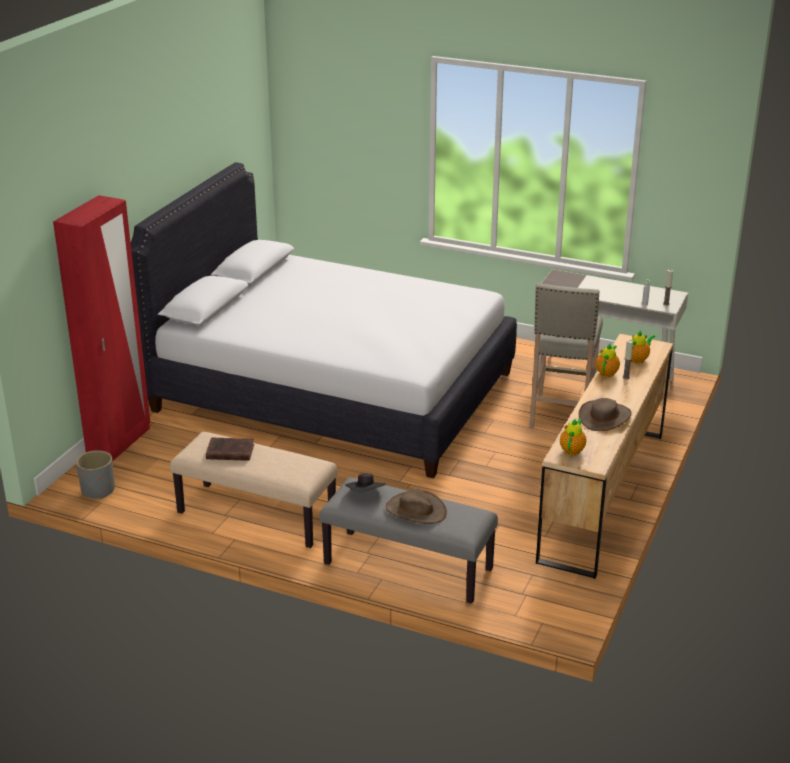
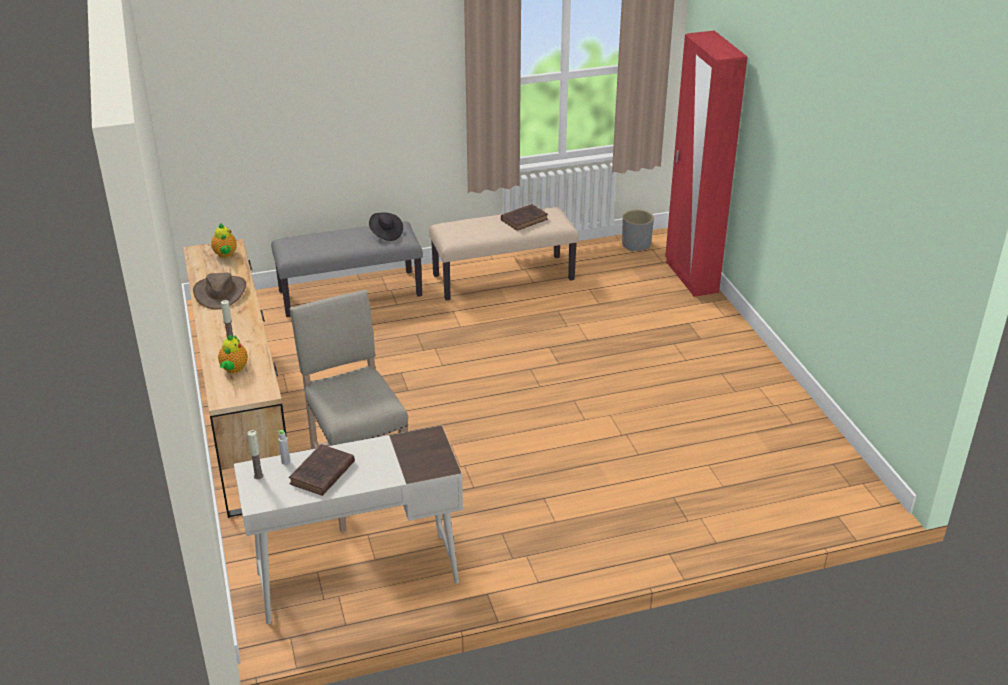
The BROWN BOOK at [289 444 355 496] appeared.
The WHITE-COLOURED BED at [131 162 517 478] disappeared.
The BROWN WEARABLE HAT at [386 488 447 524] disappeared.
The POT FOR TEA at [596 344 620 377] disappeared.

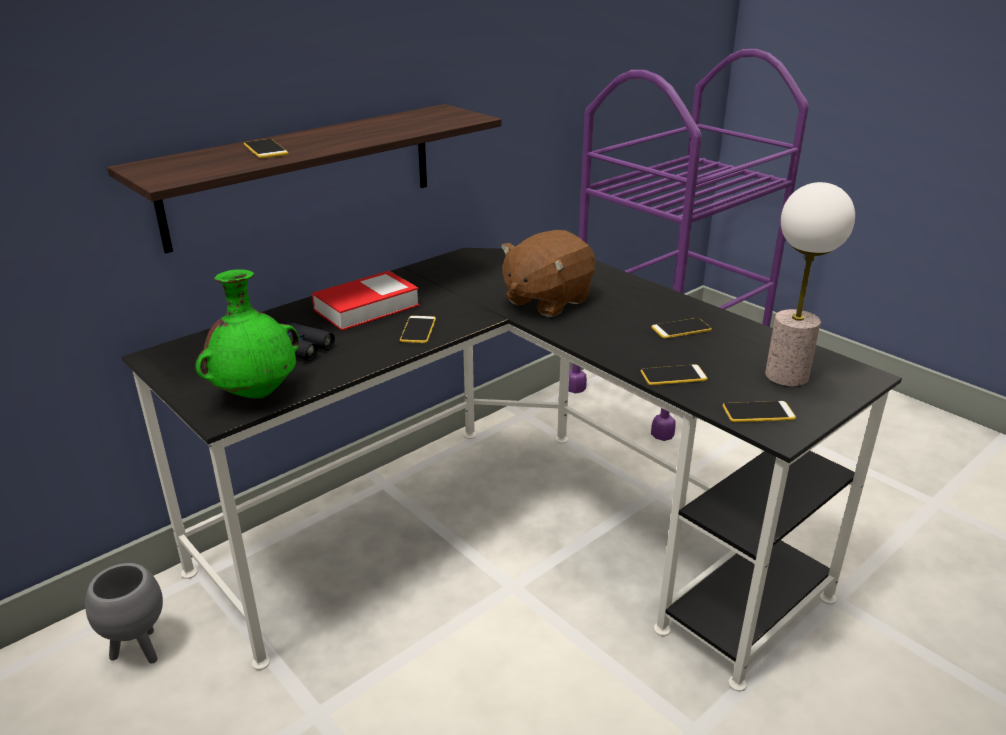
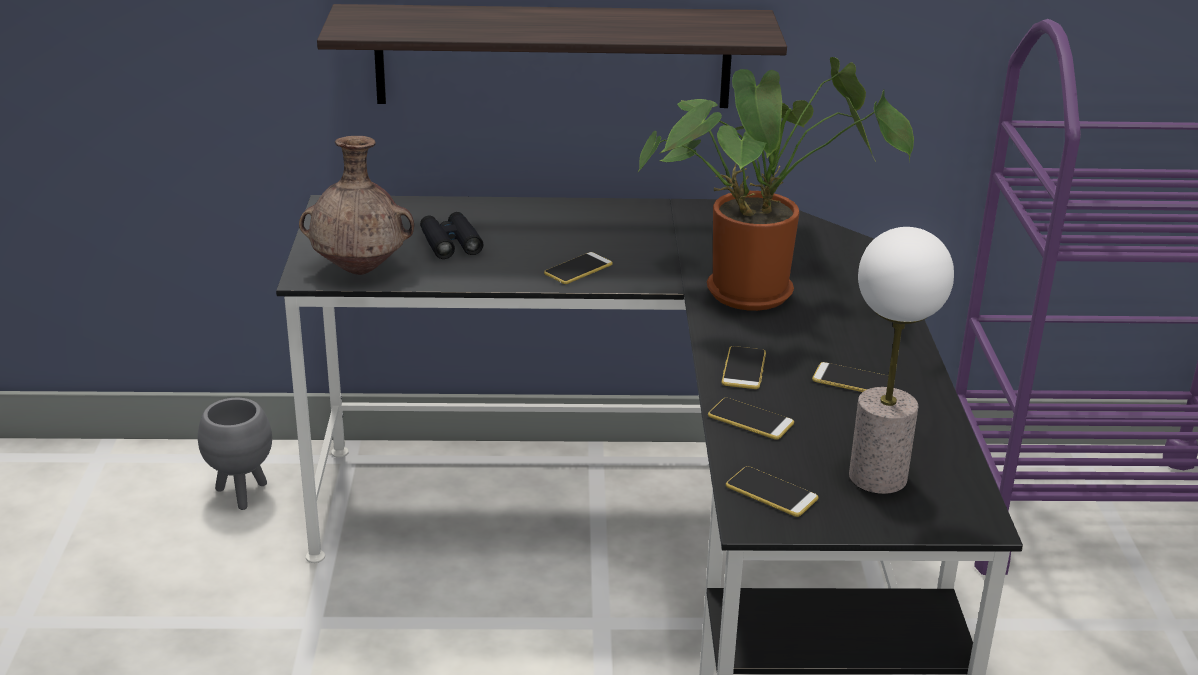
The GREENISH DECORATIVE VASE at [195 269 300 399] became the BROWN DECORATIVE VASE at [299 136 414 275].
The BROWN SOFT TOY at [501 230 596 317] was replaced by the POTTED PLANT at [638 57 914 311].
The TELEPHONE moved from [244 139 288 158] to [721 346 766 389].
The BOOK at [312 271 419 331] disappeared.

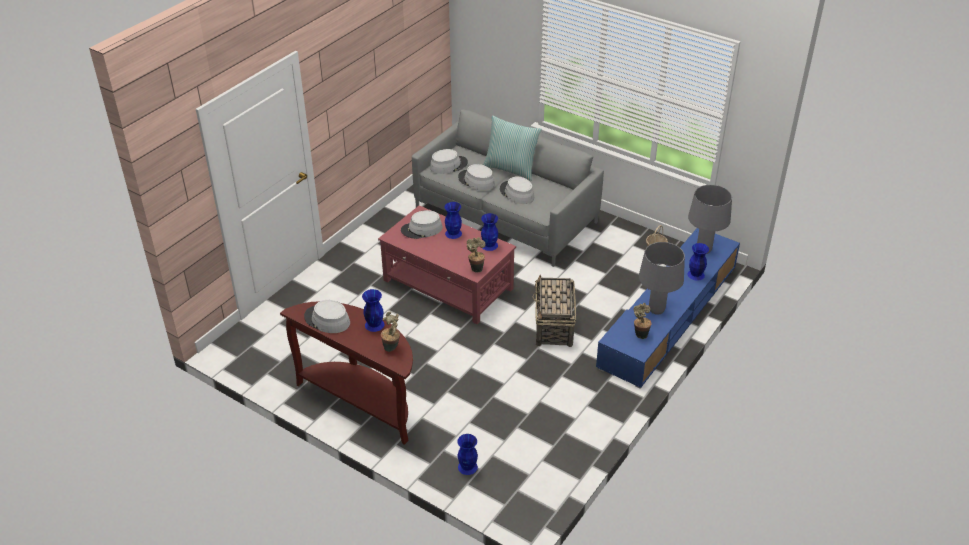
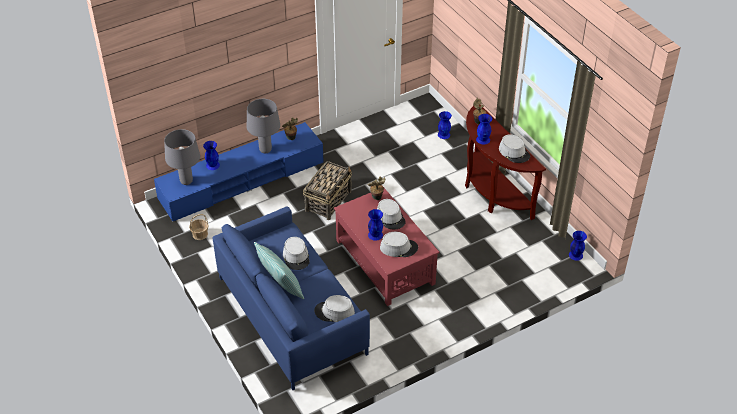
The GREY SETTEE at [412 109 604 267] became the BLUE-COLOURED SETTEE at [212 206 370 390].
The GREY WEARABLE HAT moved from [458 164 495 190] to [377 199 406 229].
The BLUE-COLOURED DECORATIVE VASE moved from [481 213 498 251] to [569 231 587 261].

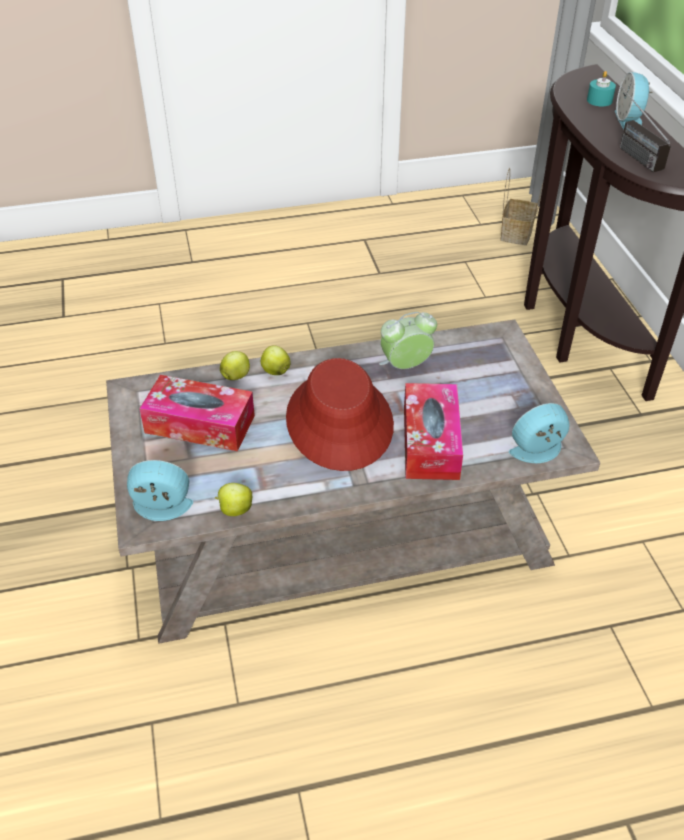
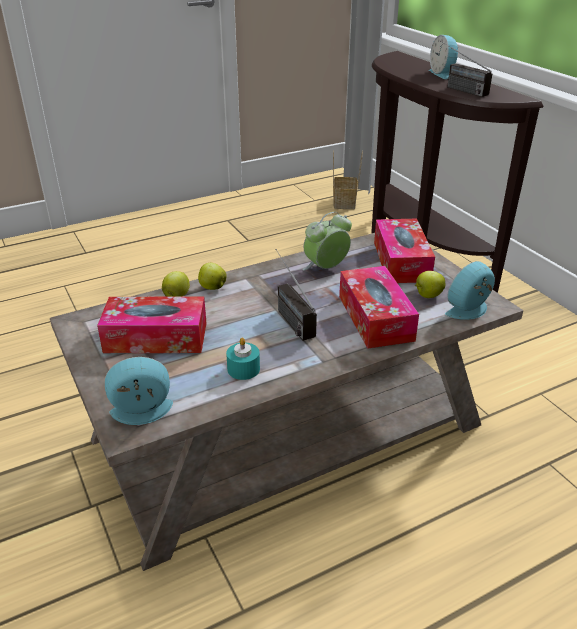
The TURQUOISE WAX LIGHT moved from [587 71 616 106] to [226 338 260 380].
The RED WEARABLE HAT at [286 358 394 471] was replaced by the RADIO at [275 249 317 341].
The TISSUE HOLDER at [374 219 435 283] appeared.
The APPLE FRUIT moved from [215 483 252 516] to [415 271 445 298].

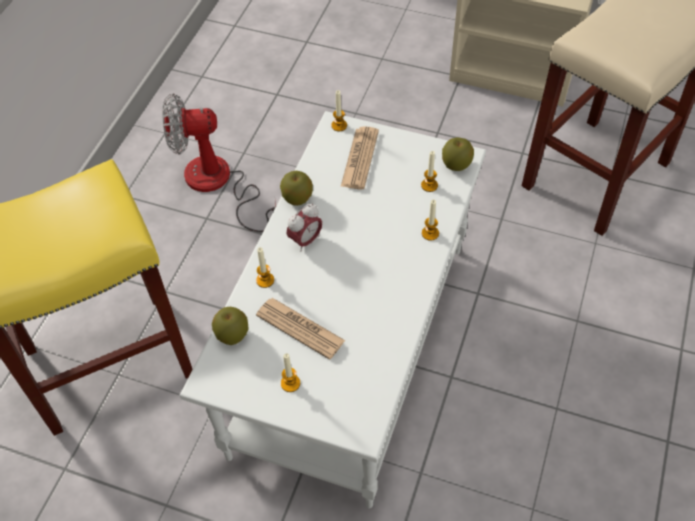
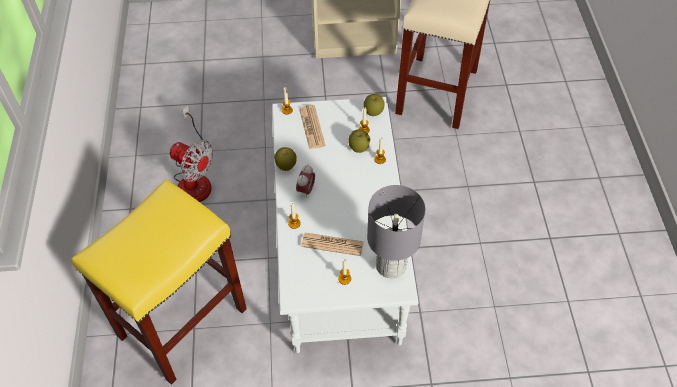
The FAN at [162 93 276 232] turned 120 degrees counterclockwise.
The APPLE FRUIT moved from [212 307 249 345] to [348 129 370 153].
The GREY TABLETOP LAMP at [367 185 426 278] appeared.

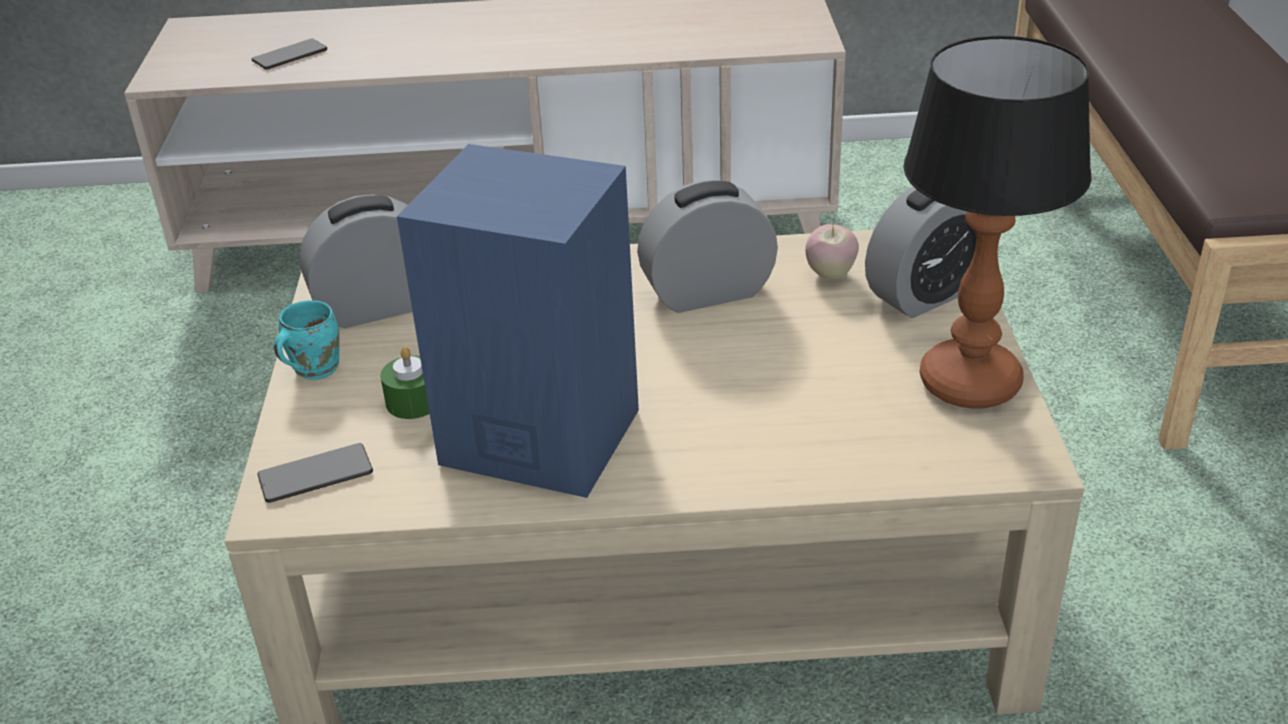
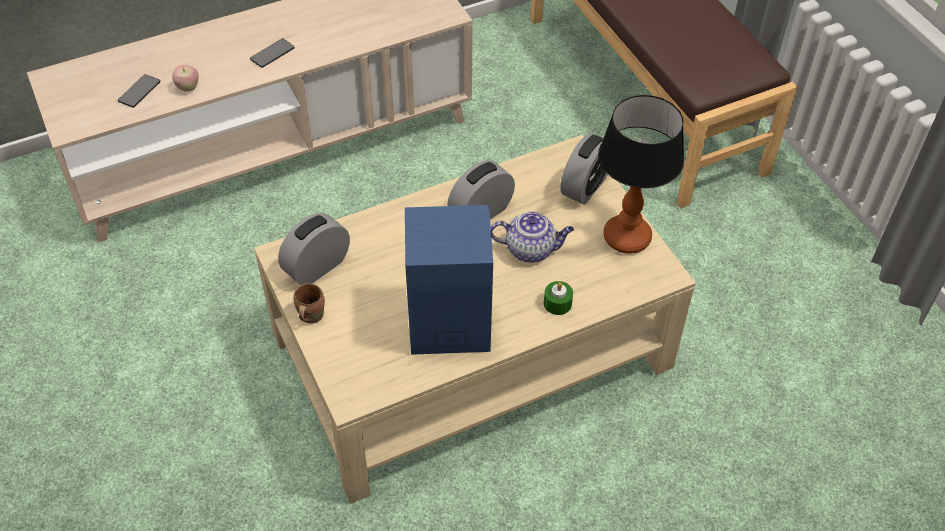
The APPLE FRUIT moved from [805 224 859 280] to [172 65 199 92].
The TELEPHONE moved from [258 443 373 503] to [250 38 295 68].
The TURQUOISE MUG at [274 300 339 380] became the BROWN MUG at [293 283 325 324].
The POT FOR TEA at [491 212 574 262] appeared.
The GREENISH WAX LIGHT moved from [380 346 430 419] to [544 281 573 315].

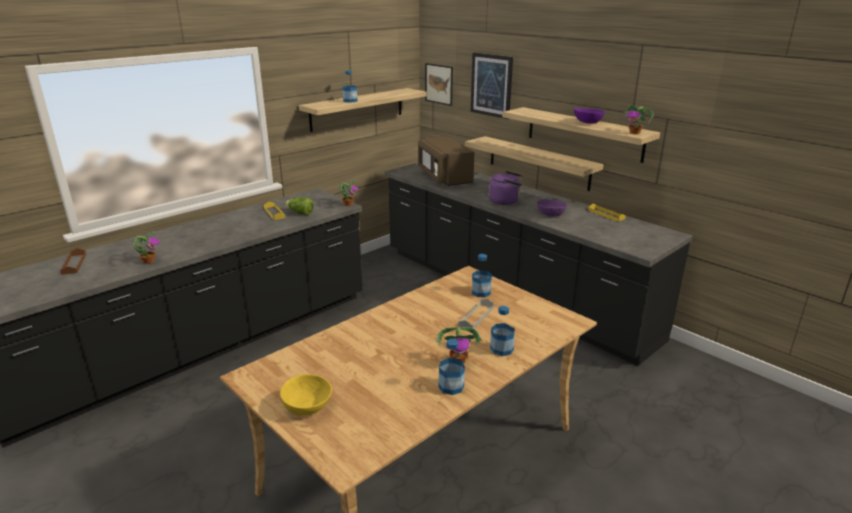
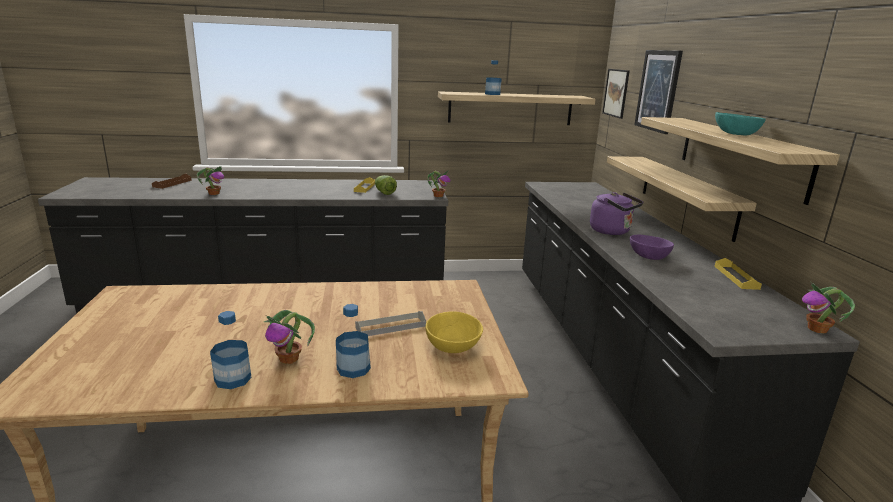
The YELLOWISH BOWL moved from [280 374 332 416] to [426 311 483 353].
The PURPLISH BOWL at [574 108 605 124] became the TURQUOISE BOWL at [715 112 766 135].
The POTTED PLANT moved from [624 105 654 134] to [802 282 855 333].
The BROWN MICROWAVE OVEN at [418 136 474 186] disappeared.
The DRINK BOTTLE at [472 254 492 297] disappeared.

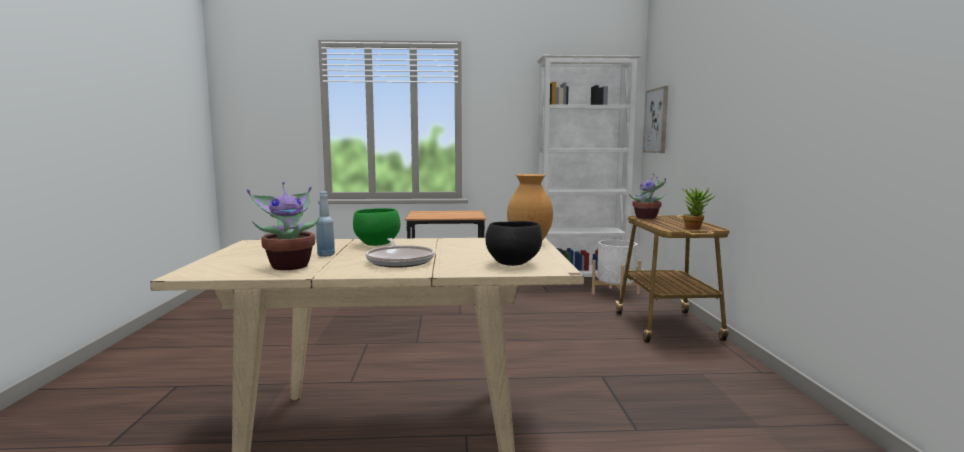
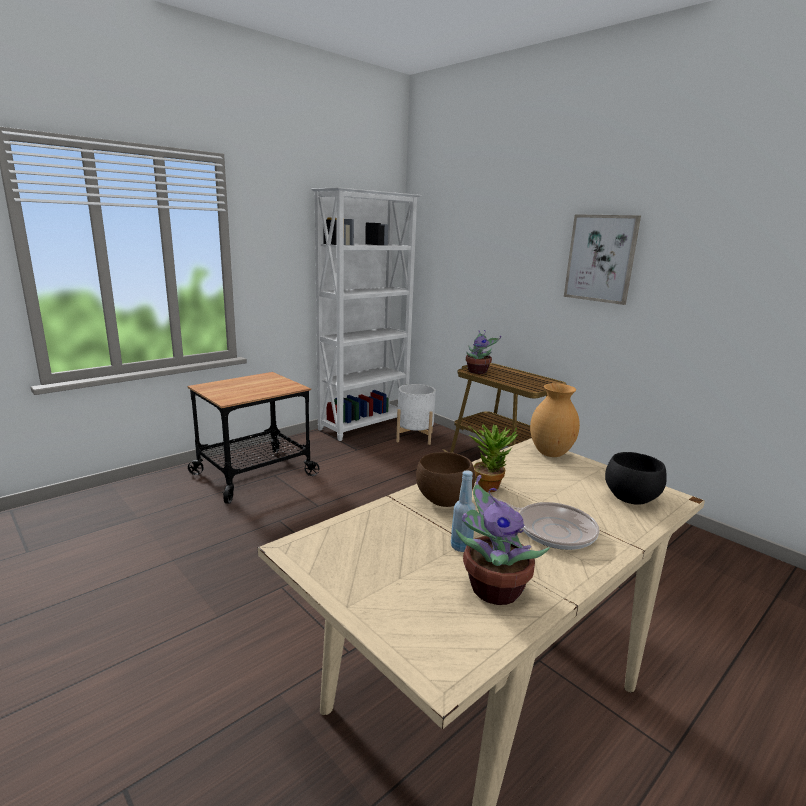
The GREENISH BOWL at [353 208 400 246] became the BROWN BOWL at [416 452 475 507].
The POTTED PLANT moved from [681 188 715 230] to [468 424 518 492].
The WALL ART moved from [643 86 668 153] to [564 214 641 305].

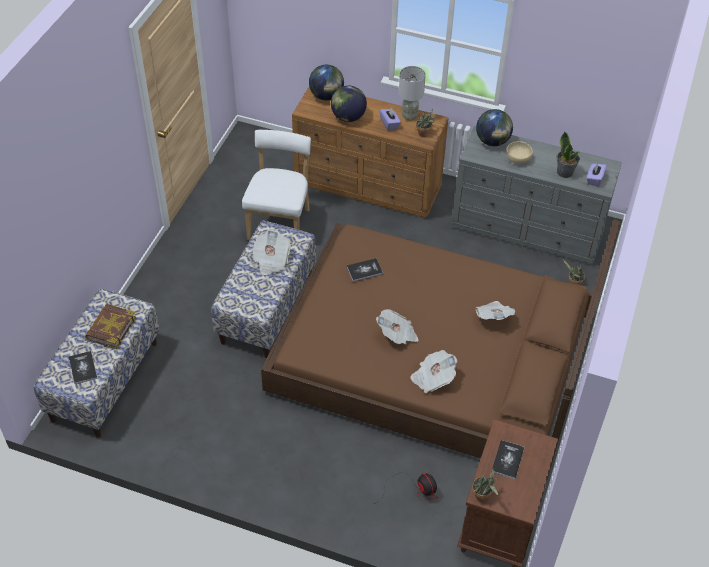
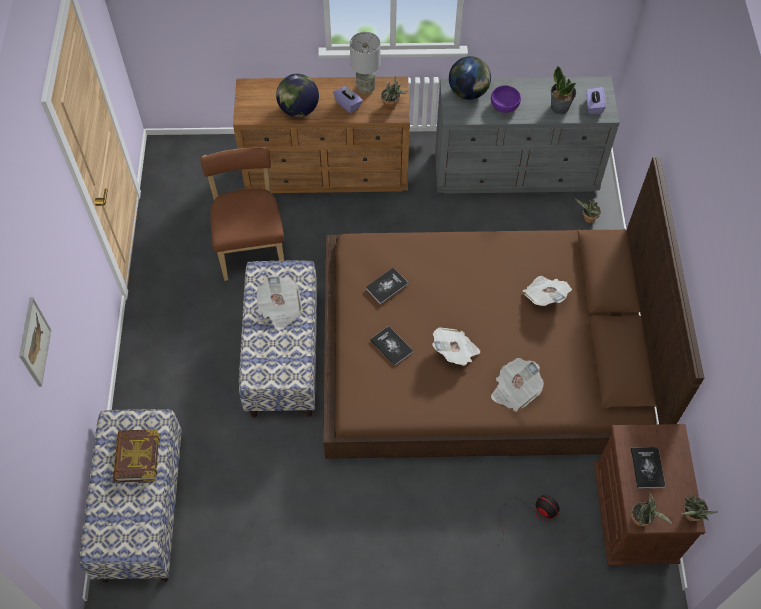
The WALL ART at [19 297 51 387] appeared.
The WHITE-COLOURED UPRIGHT CHAIR at [242 129 311 240] became the BROWN UPRIGHT CHAIR at [200 147 284 281].
The BOOK moved from [69 351 98 384] to [370 326 413 366].
The BEIGE-COLOURED BOWL at [506 141 533 164] became the PURPLISH BOWL at [491 85 521 113].
The POTTED PLANT at [682 494 718 521] appeared.
The GLOBE at [309 65 344 100] disappeared.

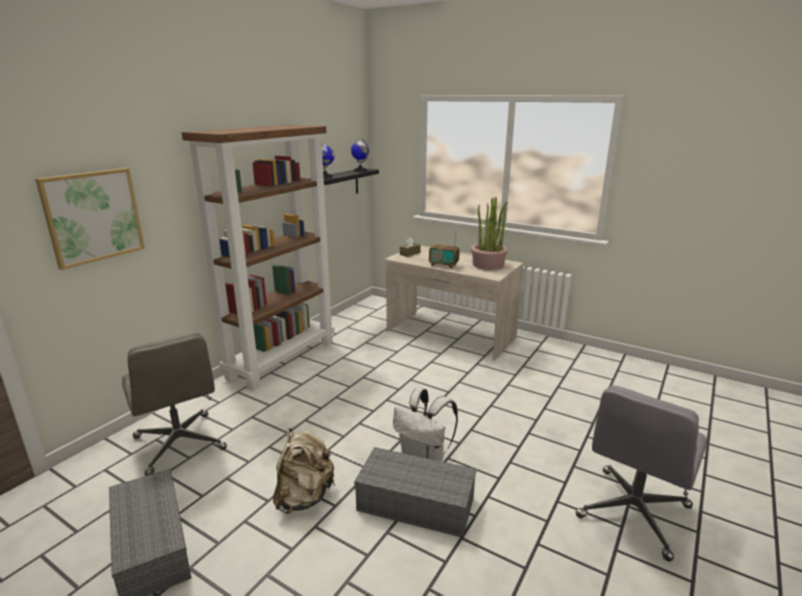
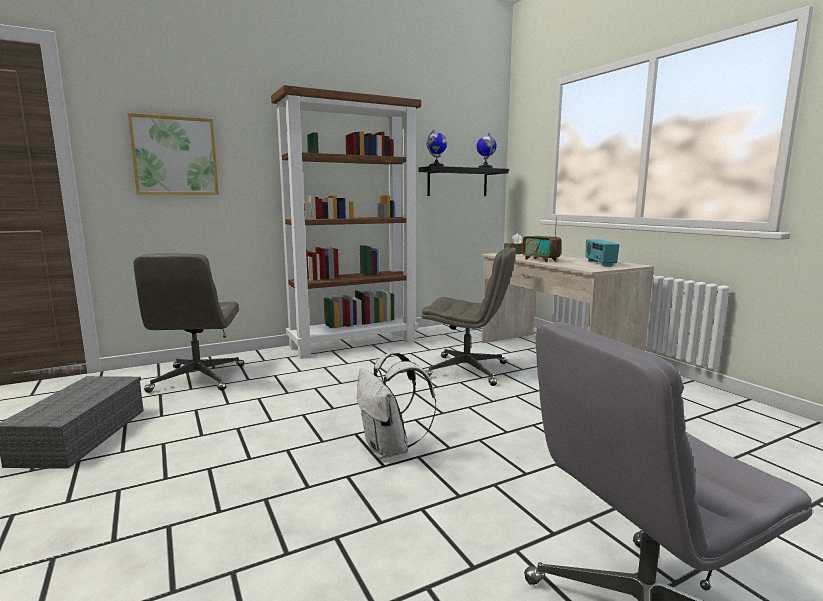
The GREY OFFICE CHAIR at [421 247 516 386] appeared.
The POTTED PLANT at [471 197 508 270] was replaced by the RADIO at [585 239 620 267].
The BEIGE-COLOURED KNAPSACK at [273 428 335 514] disappeared.
The GREY STORAGE BIN at [354 447 477 538] disappeared.

